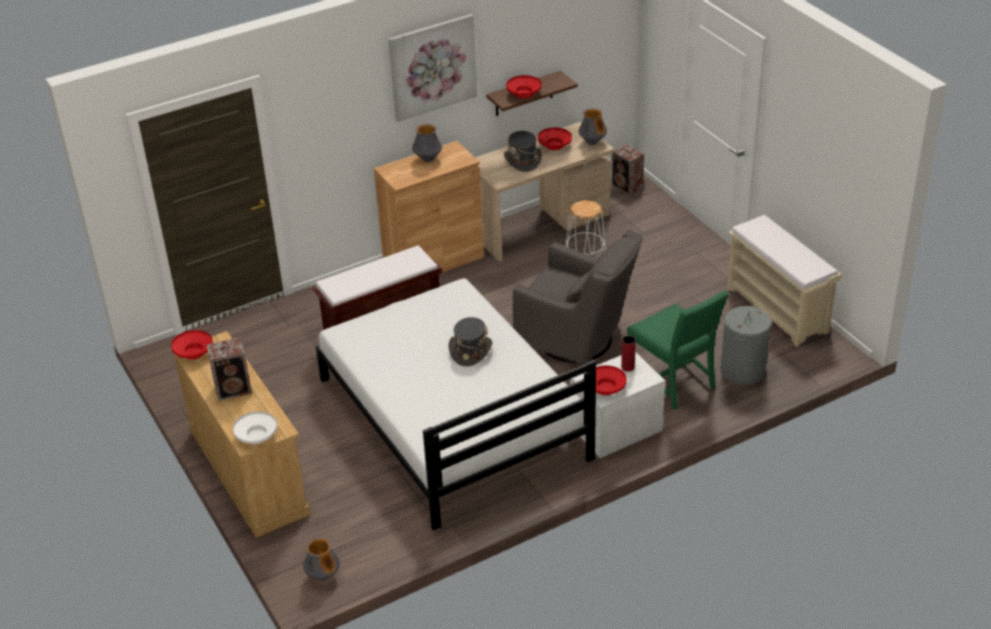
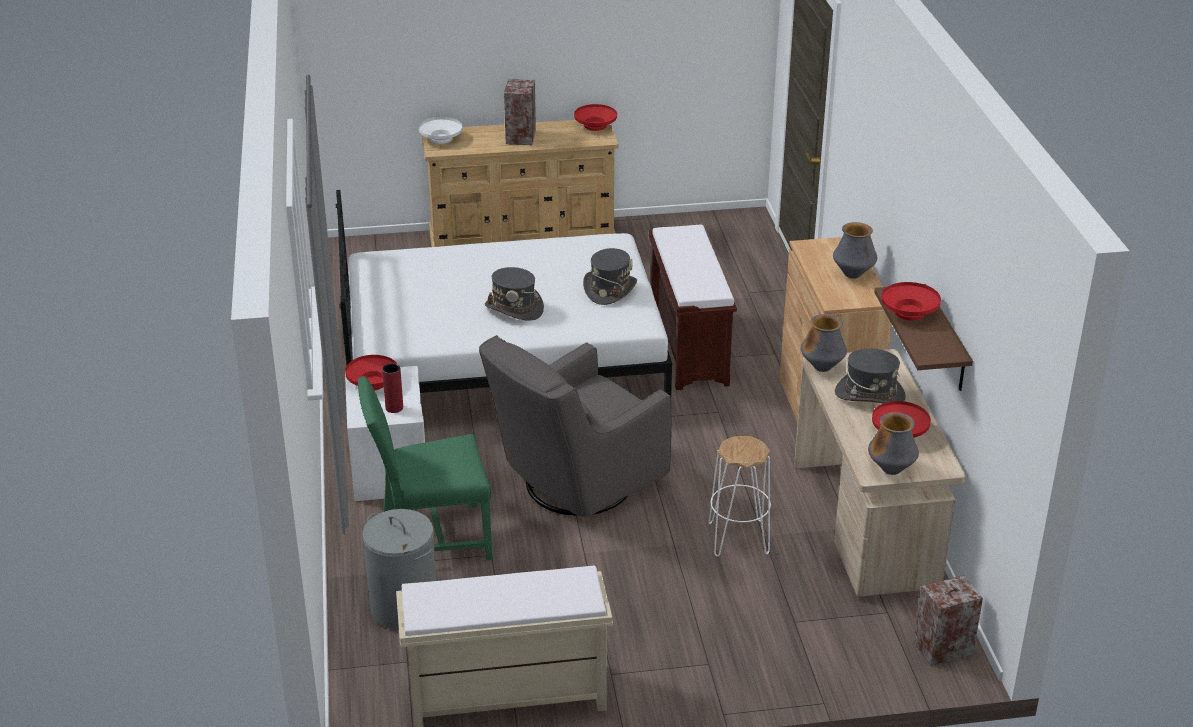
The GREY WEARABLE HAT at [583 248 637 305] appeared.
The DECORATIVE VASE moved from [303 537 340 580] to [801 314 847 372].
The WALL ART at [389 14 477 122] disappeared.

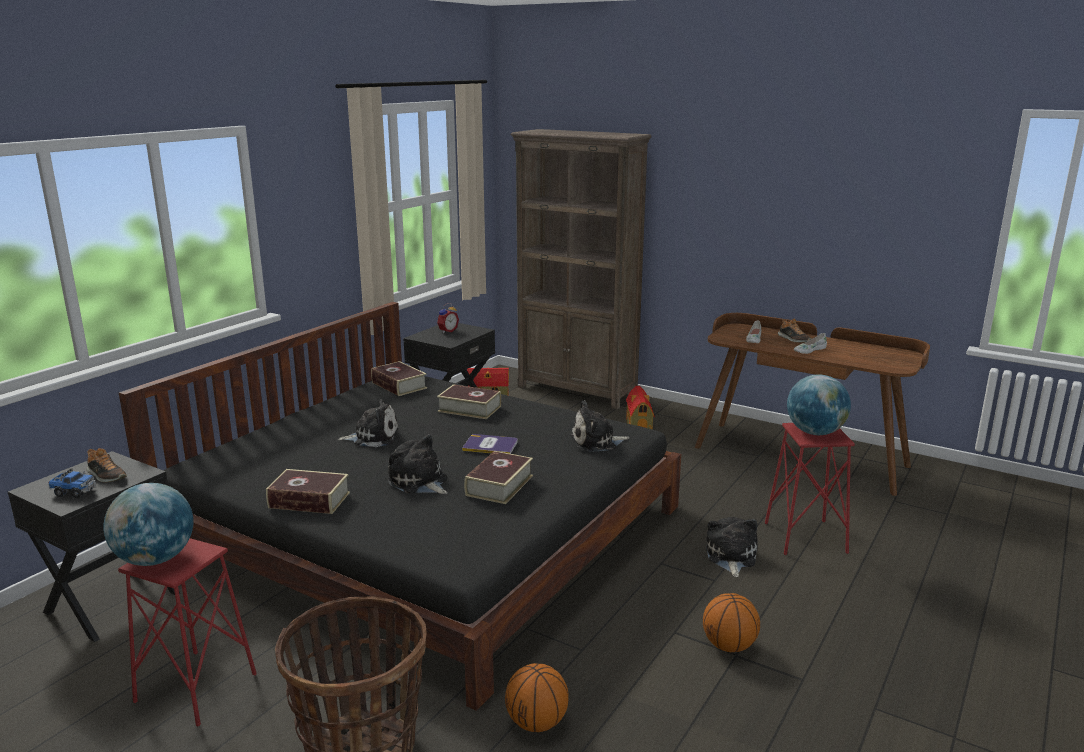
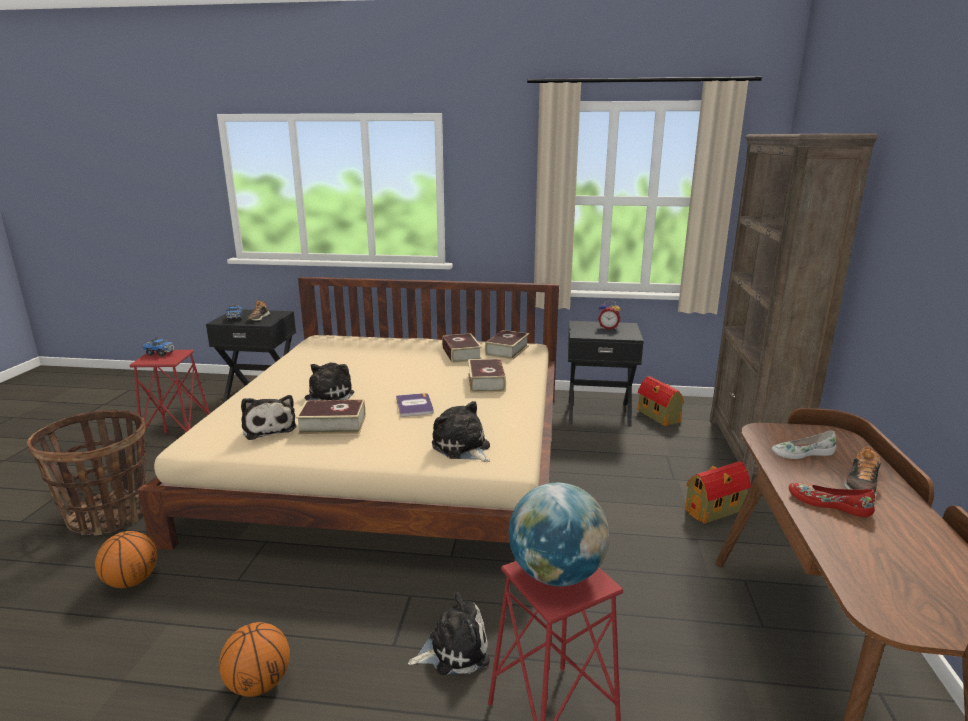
The BLACK-COLOURED BED at [119 302 681 711] became the BEIGE-COLOURED BED at [138 277 559 550].
The GLOBE at [103 483 194 566] was replaced by the TOY LORRY at [142 337 174 357].
The SOFT TOY moved from [337 399 398 447] to [241 395 296 440].
The BOOK moved from [266 469 350 514] to [442 333 482 363].
The WHITE-COLOURED LOW SHOE at [794 333 827 354] became the RED LOW SHOE at [789 483 875 517].

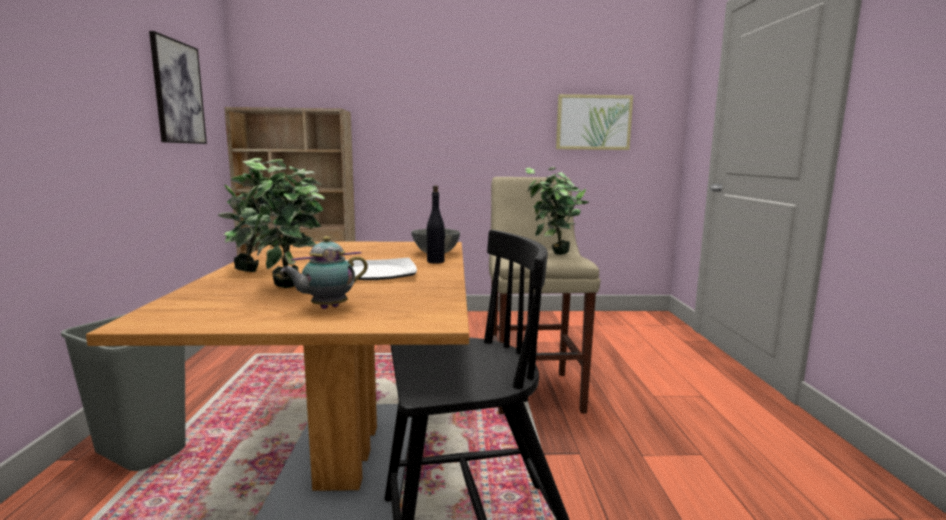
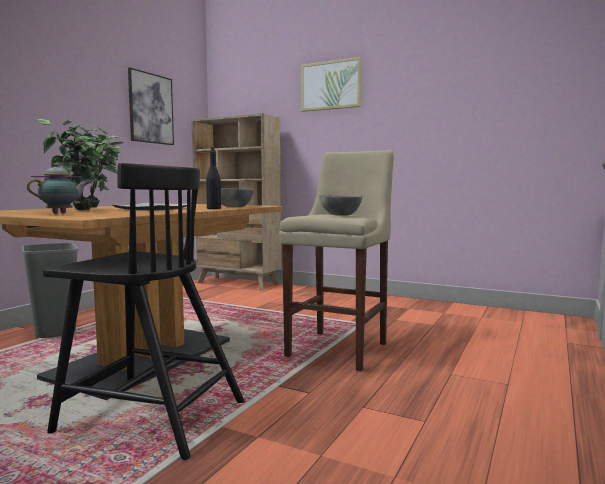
The POT FOR TEA at [281 236 368 309] turned 135 degrees clockwise.
The WALL ART moved from [556 94 633 150] to [301 57 362 112].
The POTTED PLANT at [525 167 589 255] was replaced by the GREY BOWL at [319 195 362 216].

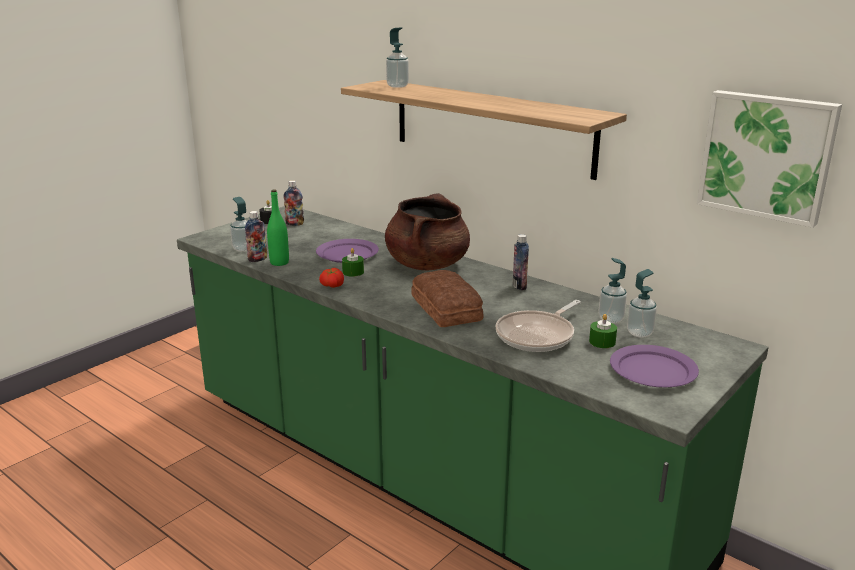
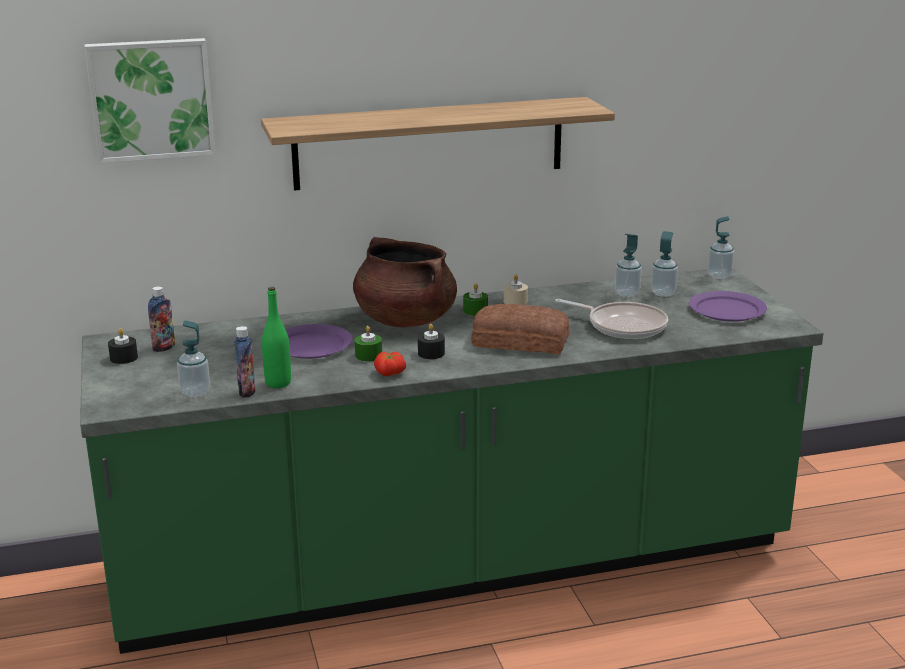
The WALL ART moved from [697 90 842 228] to [85 38 216 163].
The BLACK-COLOURED WAX LIGHT at [418 324 445 359] appeared.
The GREENISH WAX LIGHT moved from [589 314 617 348] to [463 283 488 316].
The DRINK BOTTLE at [513 234 529 290] was replaced by the BEIGE-COLOURED WAX LIGHT at [503 274 528 305].
The PAN at [496 300 581 352] turned 45 degrees counterclockwise.
The SOAP DISPENSER moved from [386 27 409 88] to [708 216 734 279].

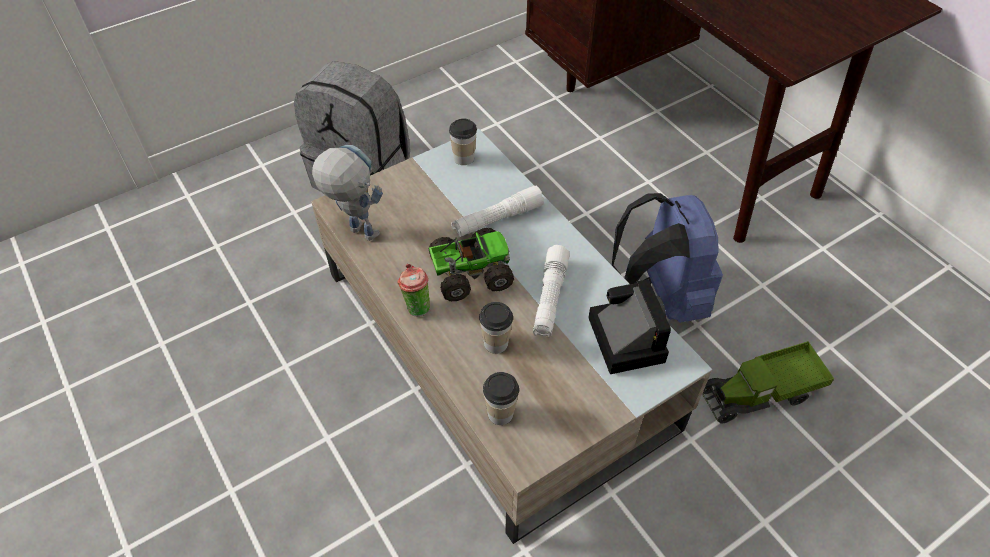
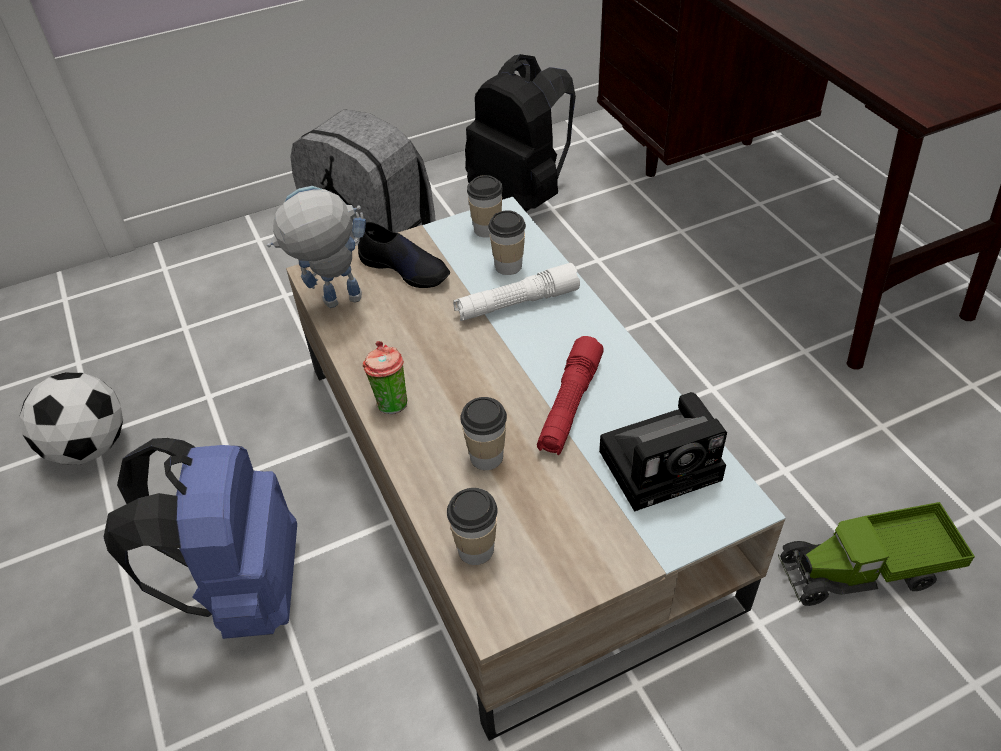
The FOOTBALL at [19 372 123 465] appeared.
The BLUE-COLOURED KNAPSACK moved from [612 193 723 323] to [104 438 297 639].
The TOY ROBOT at [312 145 383 241] turned 60 degrees counterclockwise.
The BLACK-COLOURED LOW SHOE at [358 222 450 288] appeared.
The BLACK-COLOURED KNAPSACK at [465 54 576 212] appeared.
The SMALL CUP at [488 210 526 275] appeared.
The WHITE-COLOURED HAND TORCH at [533 245 570 338] became the RED HAND TORCH at [537 336 604 455].
The PHOTO CAMERA at [588 279 671 374] turned 75 degrees clockwise.
The TOY LORRY at [428 228 514 301] disappeared.

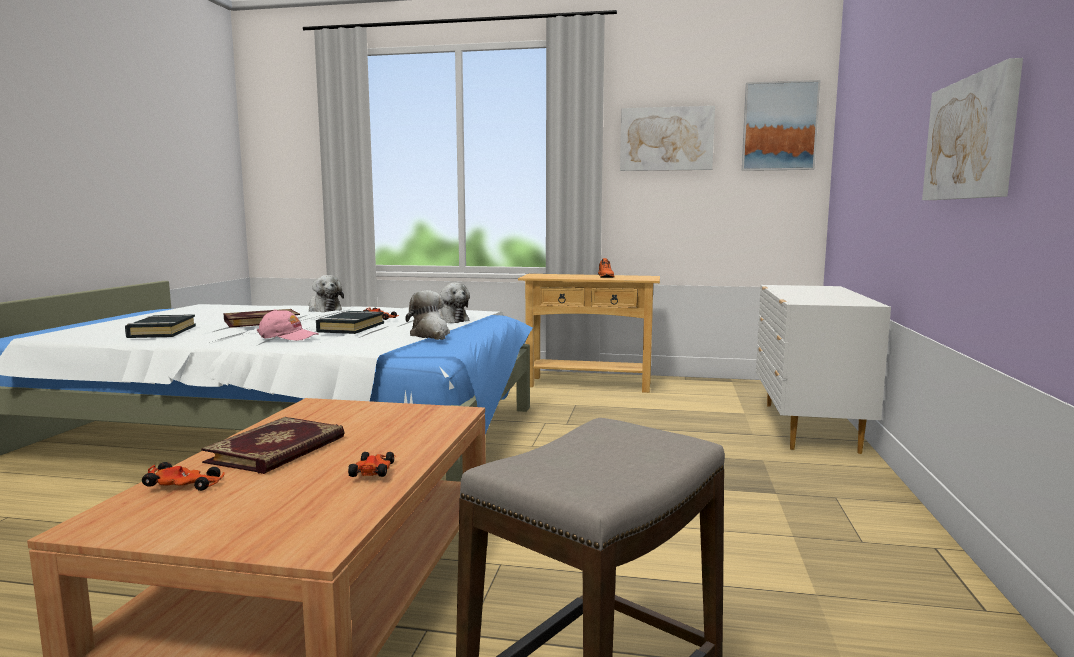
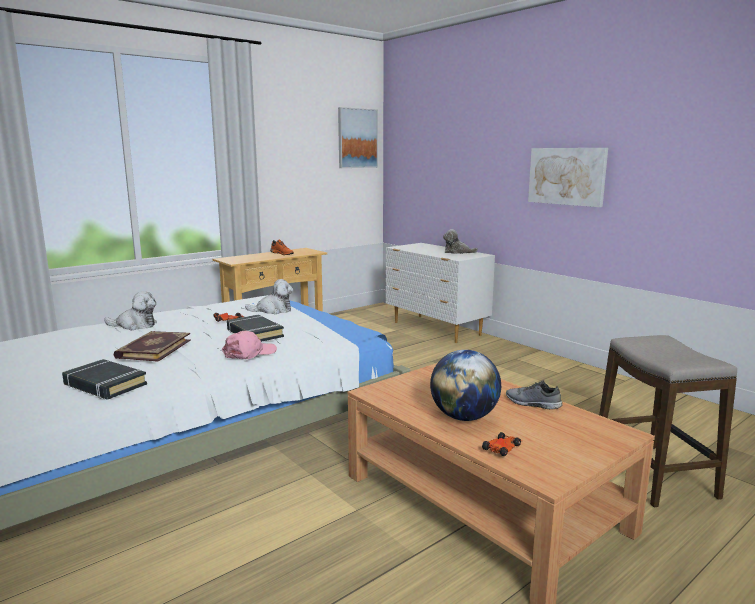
The BOOK at [201 417 345 474] was replaced by the GLOBE at [430 350 501 421].
The SOFT TOY moved from [405 290 450 340] to [443 229 478 254].
The TOY CAR at [348 452 395 477] was replaced by the GREY LOW SHOE at [506 380 562 409].
The WALL ART at [620 106 715 171] disappeared.

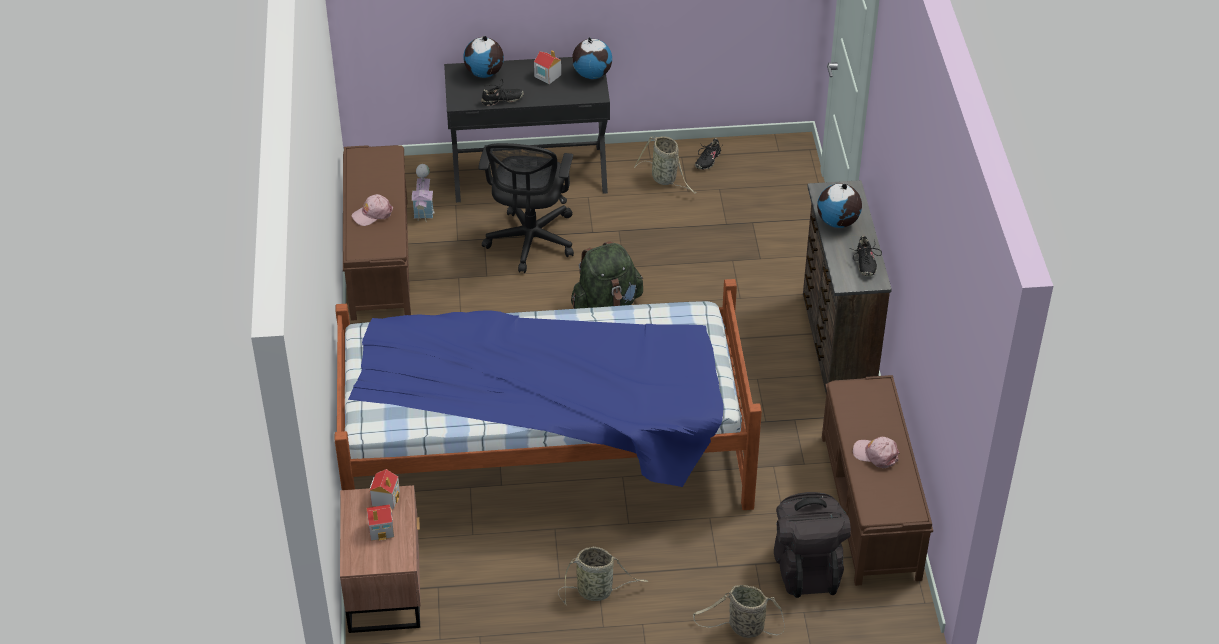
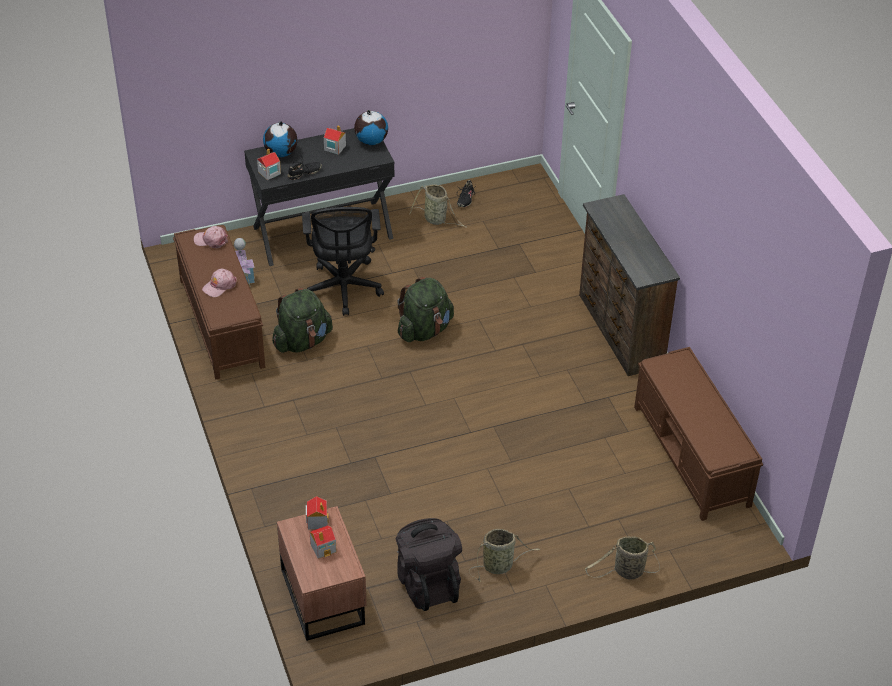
The PINKISH BASEBALL CAP moved from [853 437 899 468] to [194 226 228 248].
The MODEL HOUSE at [257 149 281 180] appeared.
The GREENISH KNAPSACK at [272 288 333 353] appeared.
The BLACK-COLOURED KNAPSACK moved from [774 492 851 598] to [396 518 462 611].
The BED at [335 279 762 510] disappeared.
The GLOBE at [817 184 862 228] disappeared.
The BLACK-COLOURED LOW SHOE at [849 236 882 276] disappeared.

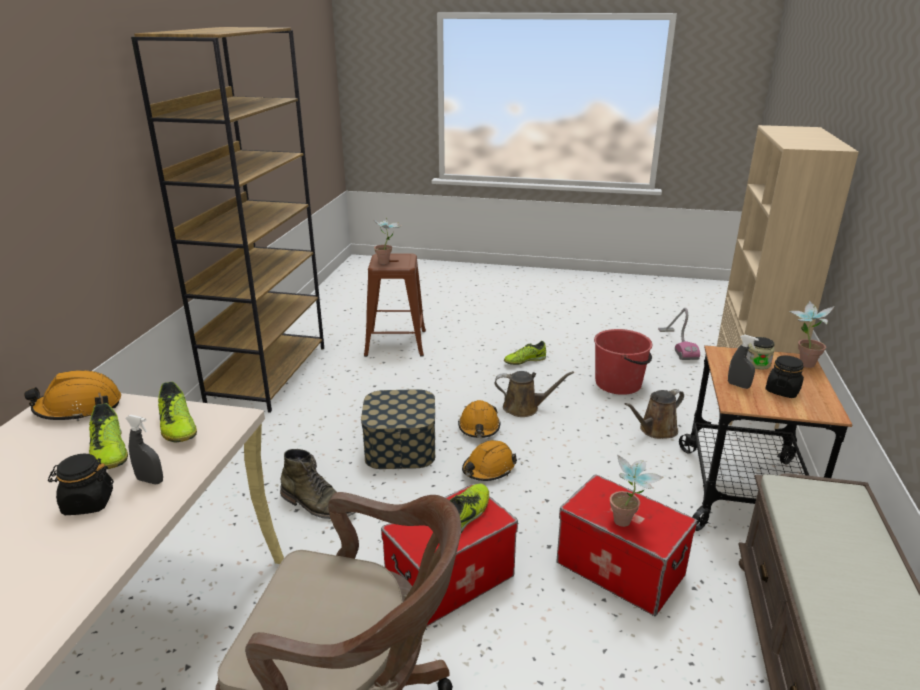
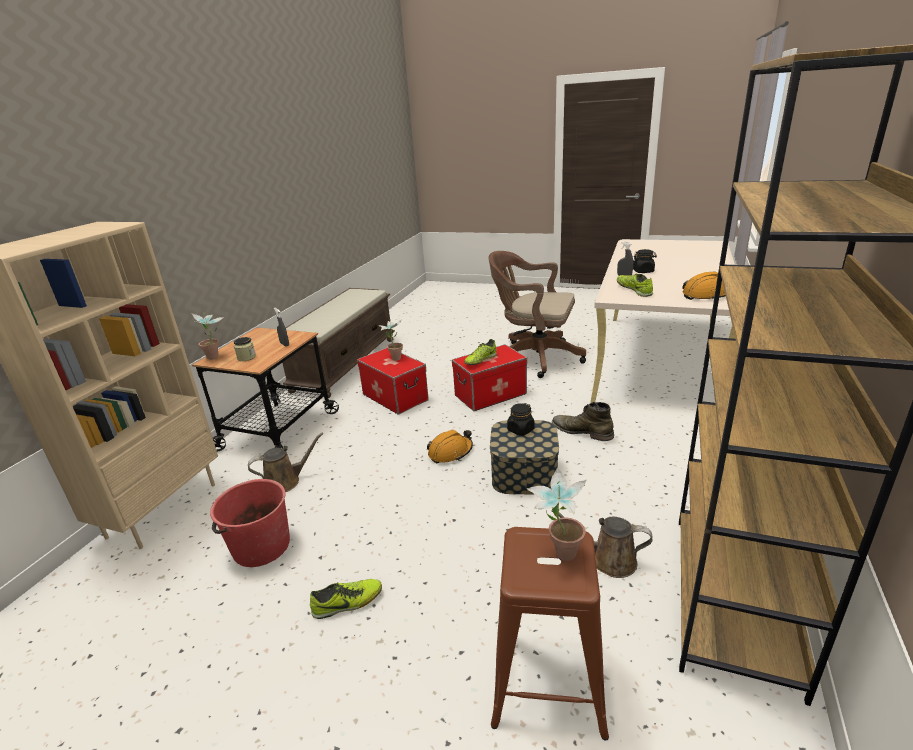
The BLACK-COLOURED JAR moved from [765 355 804 398] to [507 403 535 436].
The BROWN WATERING POT moved from [495 371 574 417] to [552 509 652 578].
The LOW SHOE at [89 403 128 469] disappeared.
The ORANGEY HARD HAT at [458 400 500 438] disappeared.
The VACUUM at [658 308 700 360] disappeared.

